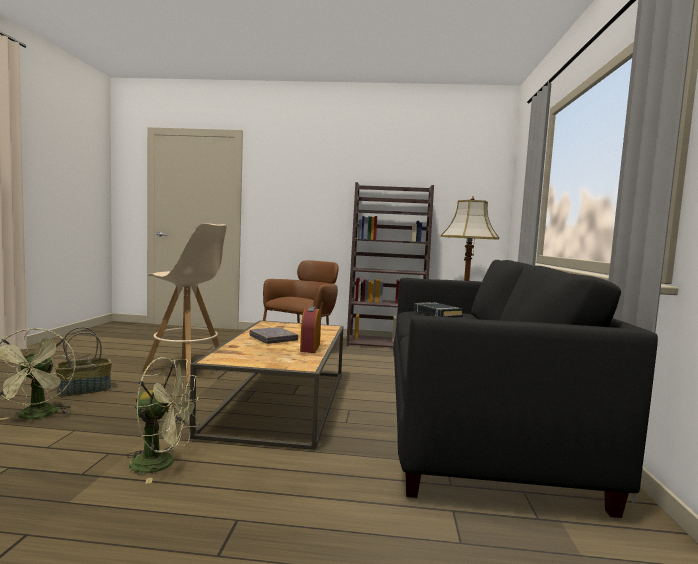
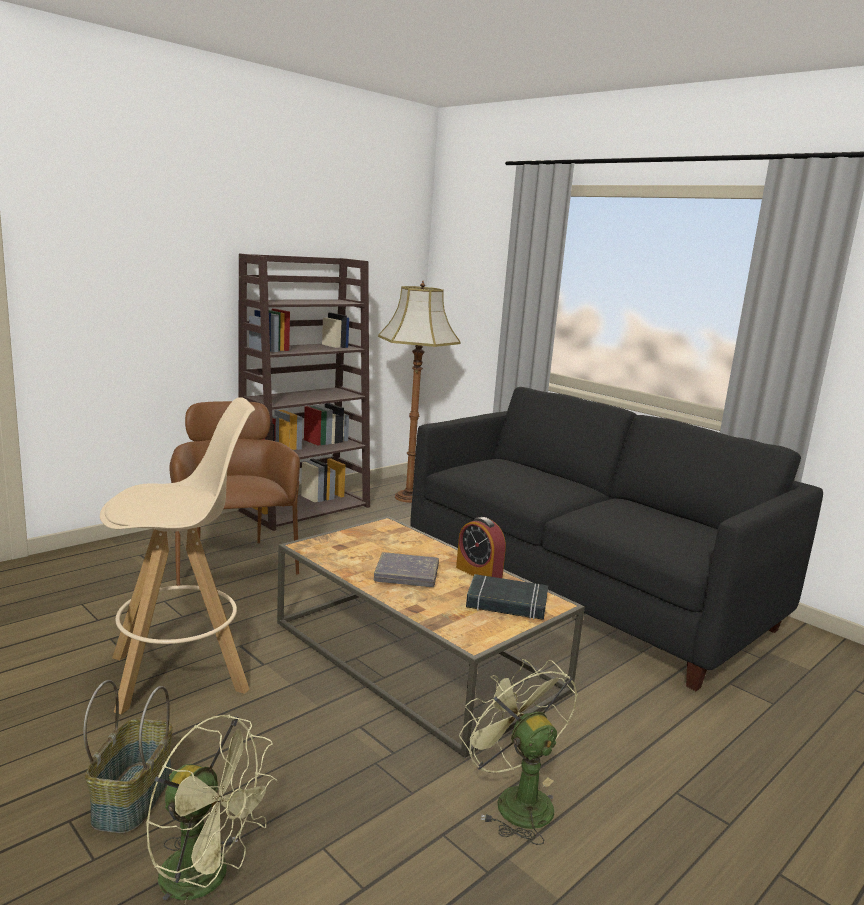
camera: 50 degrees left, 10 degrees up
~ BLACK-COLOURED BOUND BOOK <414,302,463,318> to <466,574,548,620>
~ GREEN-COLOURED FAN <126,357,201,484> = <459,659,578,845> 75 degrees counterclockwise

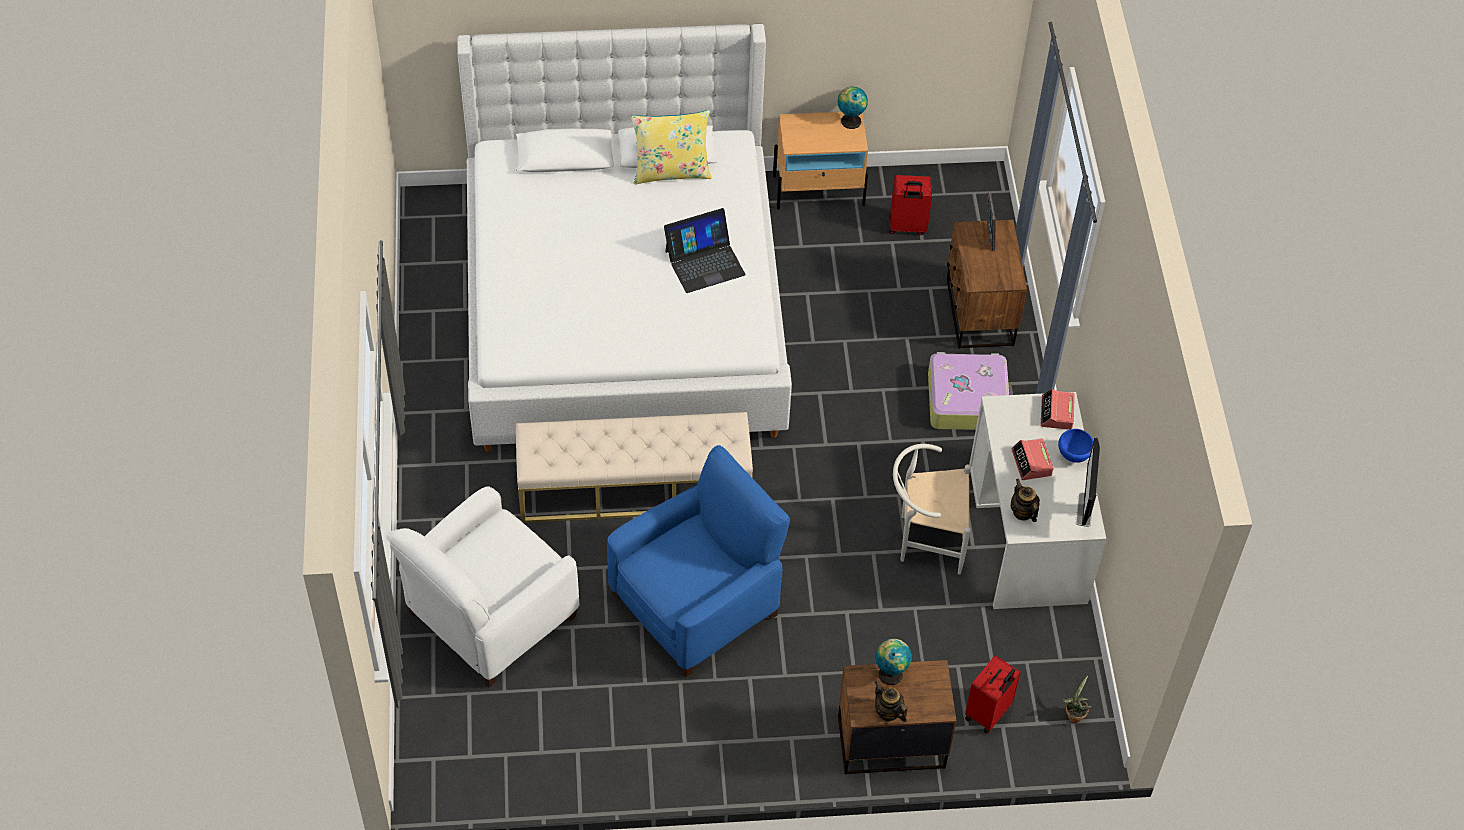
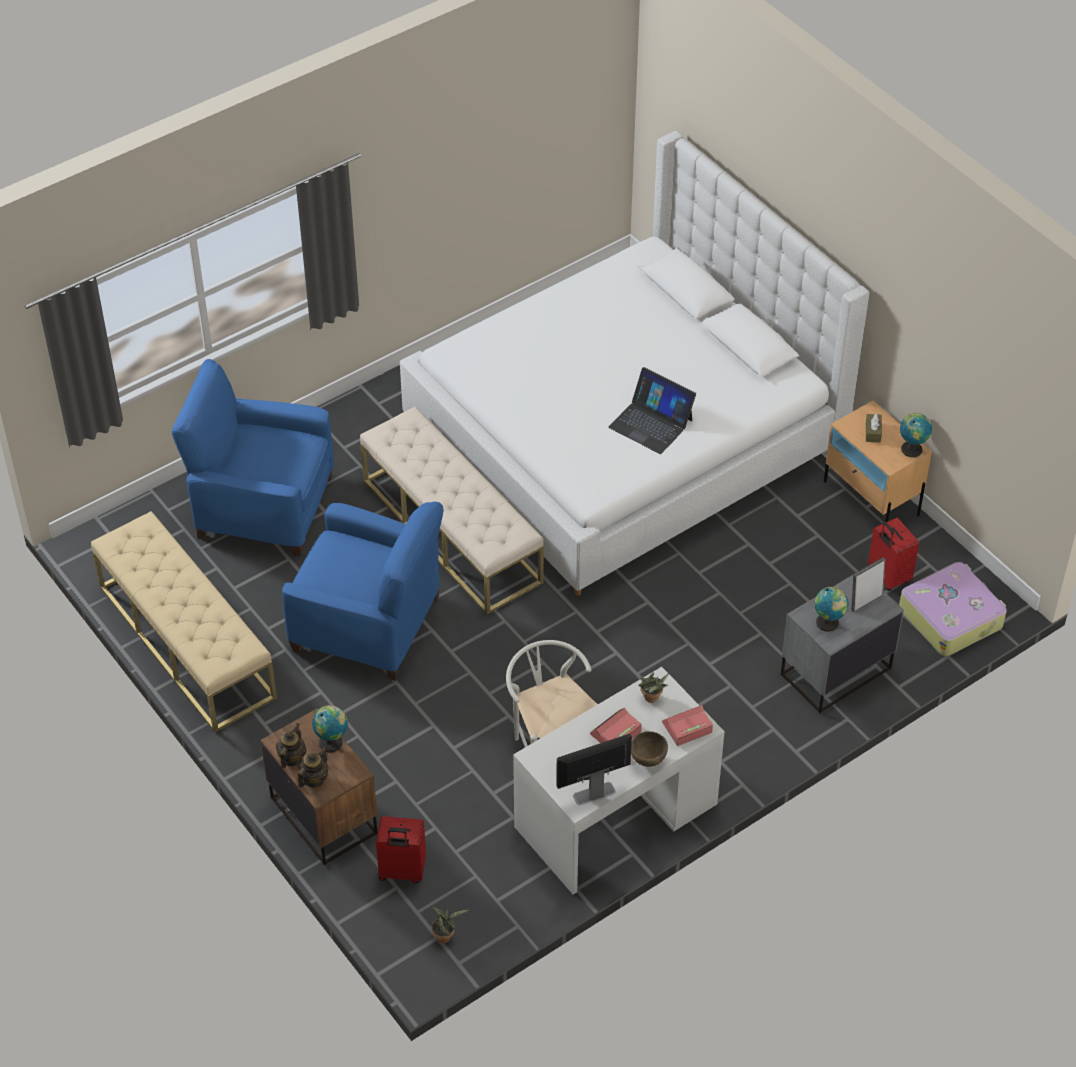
camera: 60 degrees right, 5 degrees down
- YELLOW THROW PILLOW <631,110,712,184>
+ SAND-COLOURED LONG SEAT <91,511,277,733>
+ PLANT IN A POT <638,672,669,703>
+ GLOBE <814,587,849,632>
+ BROWN TISSUE HOLDER <866,414,882,443>
~ SUITCASE <928,352,1009,430> to <899,562,1007,656>
~ TEA POT <1011,479,1040,522> to <298,746,328,788>
~ WHITISH LOUNGE CHAIR <388,486,579,688> to BLUISH LOUNGE CHAIR <172,359,334,556>
~ BROWN NIGHTSTAND <947,220,1027,349> to GRAY NIGHTSTAND <781,575,904,713>
~ BLUISH DEEP DISH <1058,429,1093,463> to BROWN DEEP DISH <631,731,668,767>

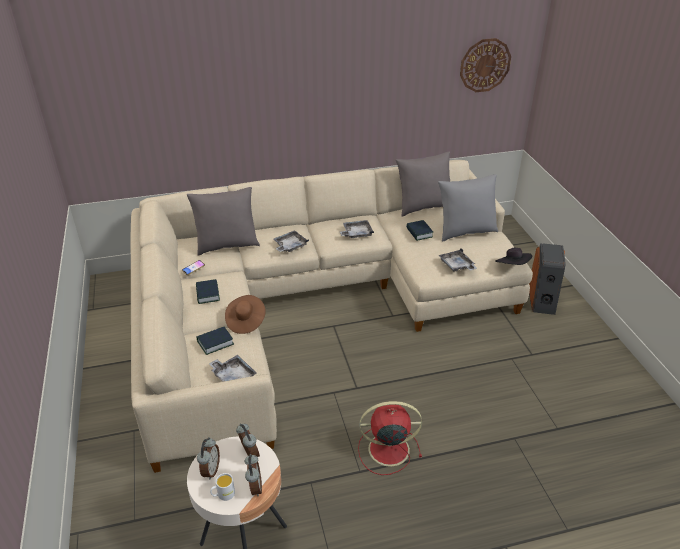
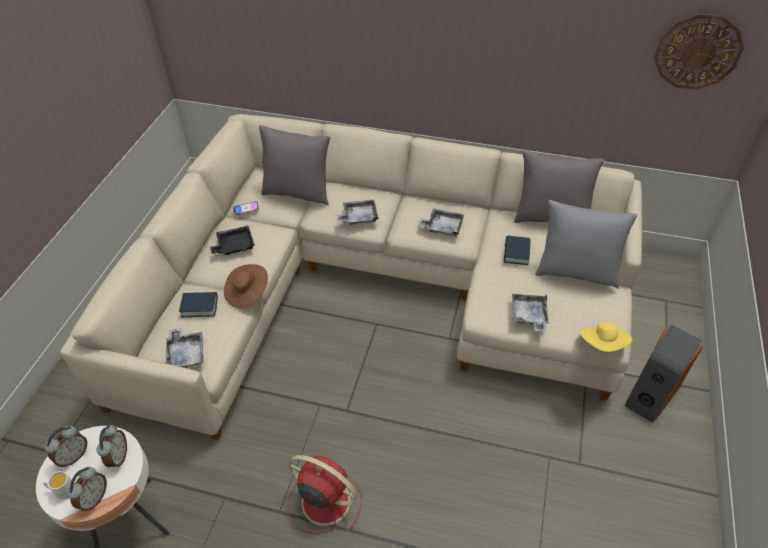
camera: 30 degrees right, 10 degrees up
~ BOUND BOOK <196,279,220,304> to BLACK-COLOURED TRAY <210,226,255,255>
~ BLACK-COLOURED CLOTHING HAT <496,248,532,265> to YELLOW CLOTHING HAT <579,322,632,352>

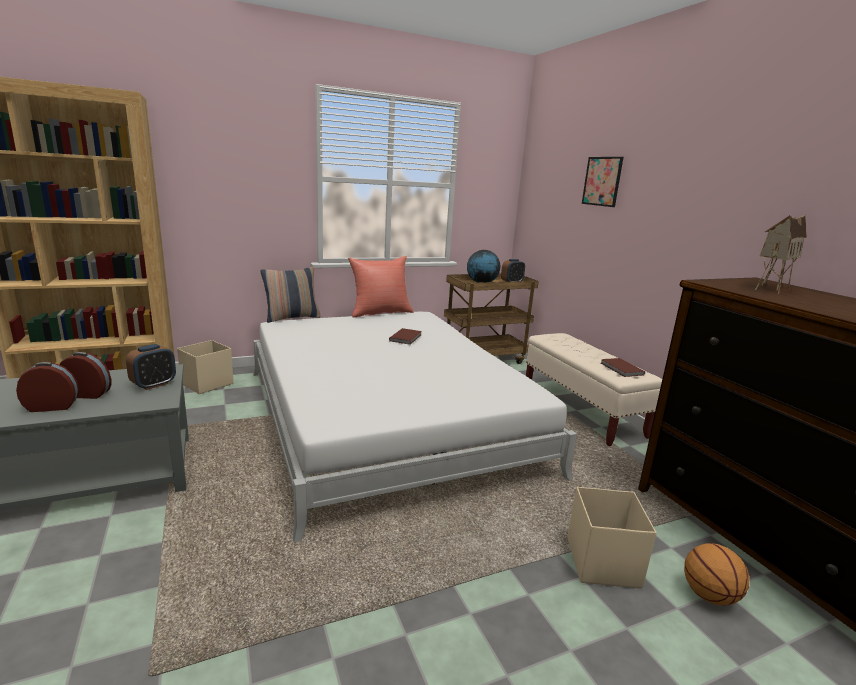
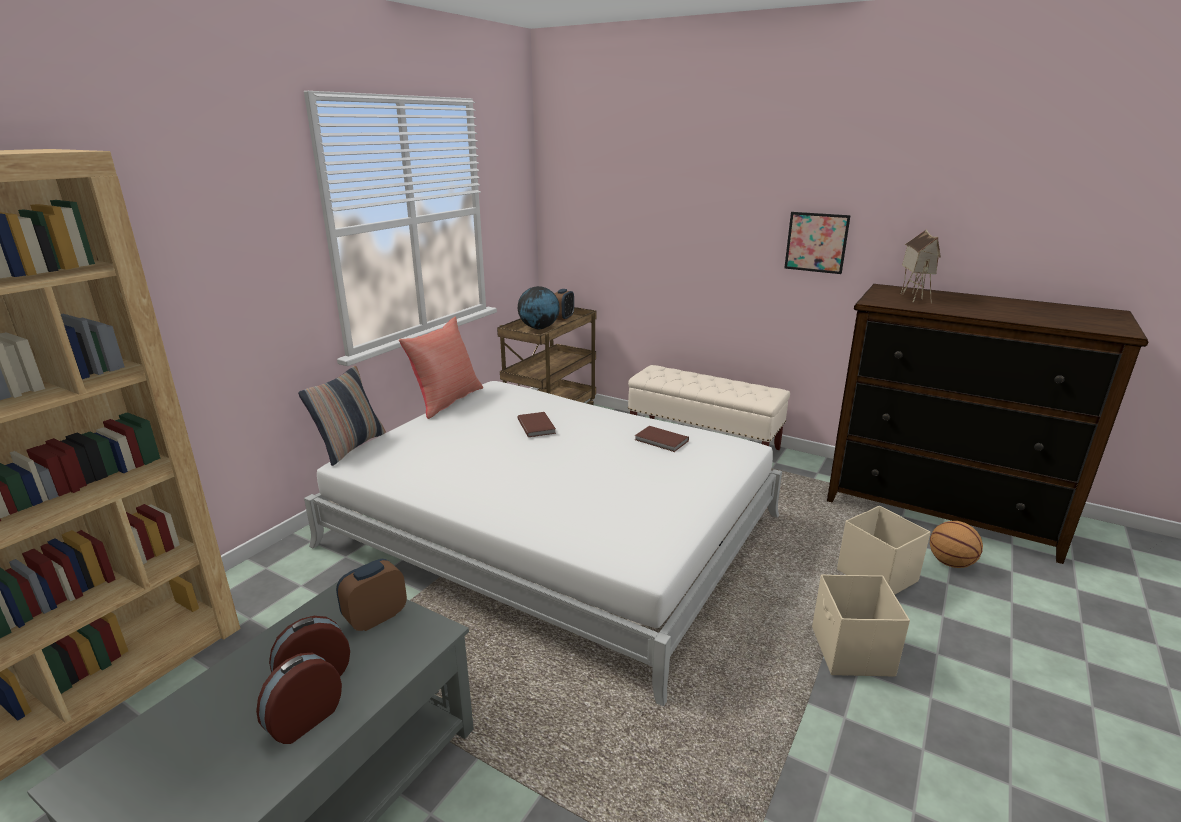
camera: 35 degrees left, 5 degrees up
~ SAND-COLOURED STORAGE CONTAINER <177,340,234,394> to <812,574,910,676>
~ WALL PICTURE <582,157,624,207> to <784,212,851,274>
~ BROWN BOUND BOOK <601,358,645,377> to <635,426,689,452>
~ BEDSIDE CLOCK <126,344,176,390> = <336,559,407,631> 135 degrees counterclockwise

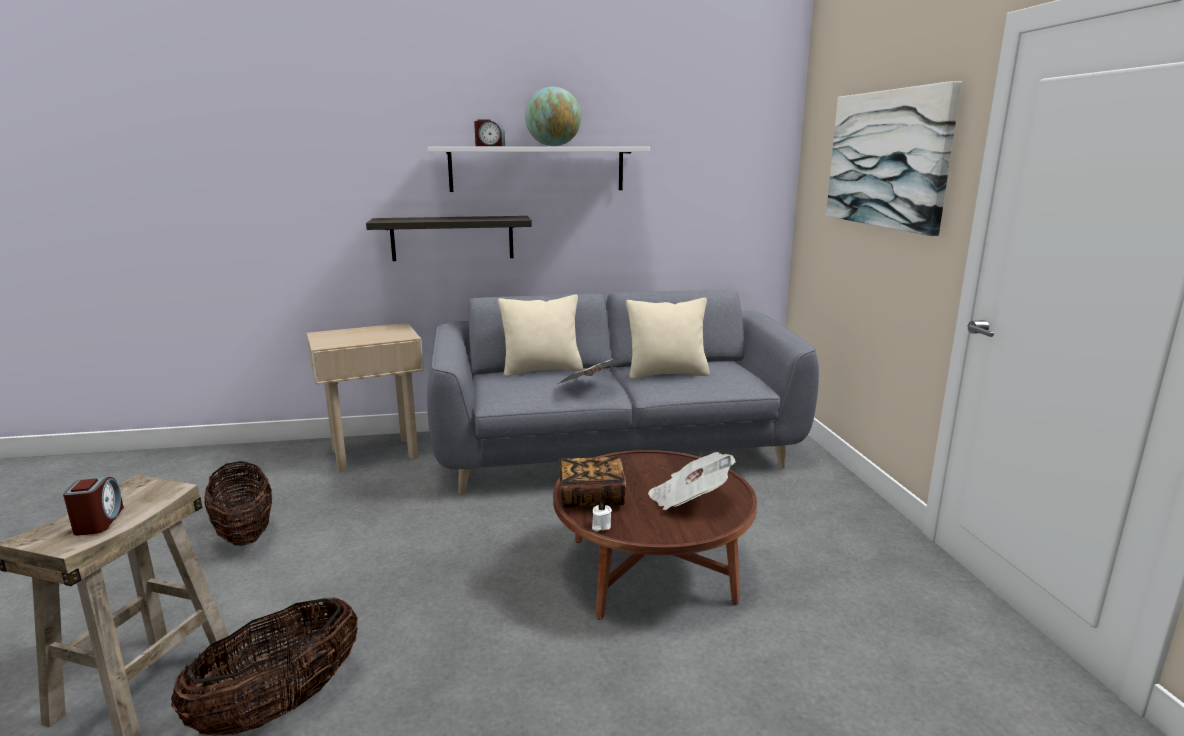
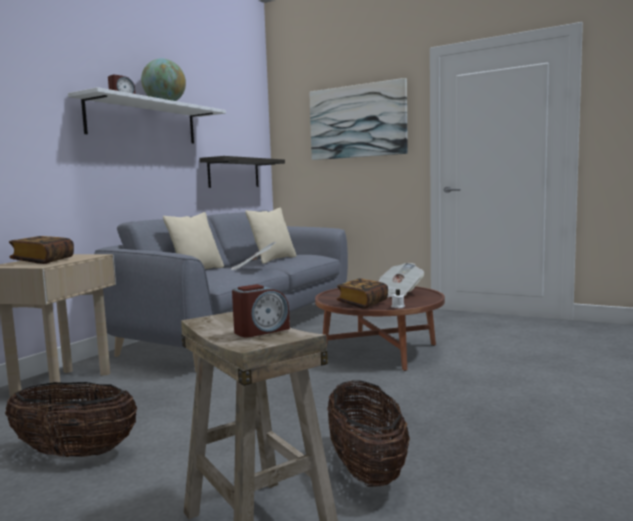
camera: 50 degrees left, 10 degrees down
+ BOUND BOOK <9,236,74,264>
~ WALL SHELF <366,216,532,261> to <199,156,285,188>
~ BEDSIDE CLOCK <63,477,124,536> = <232,284,290,338> 120 degrees clockwise

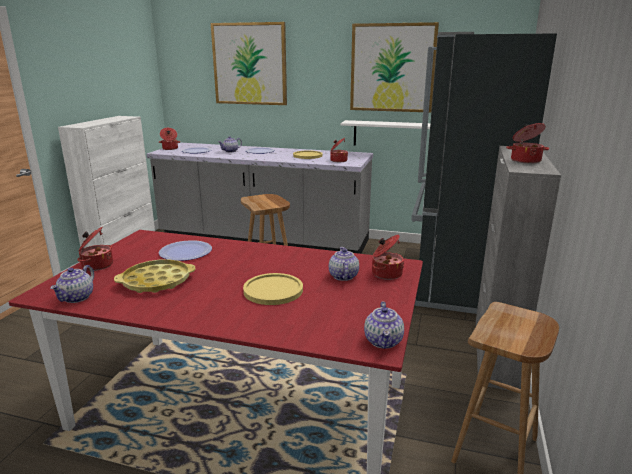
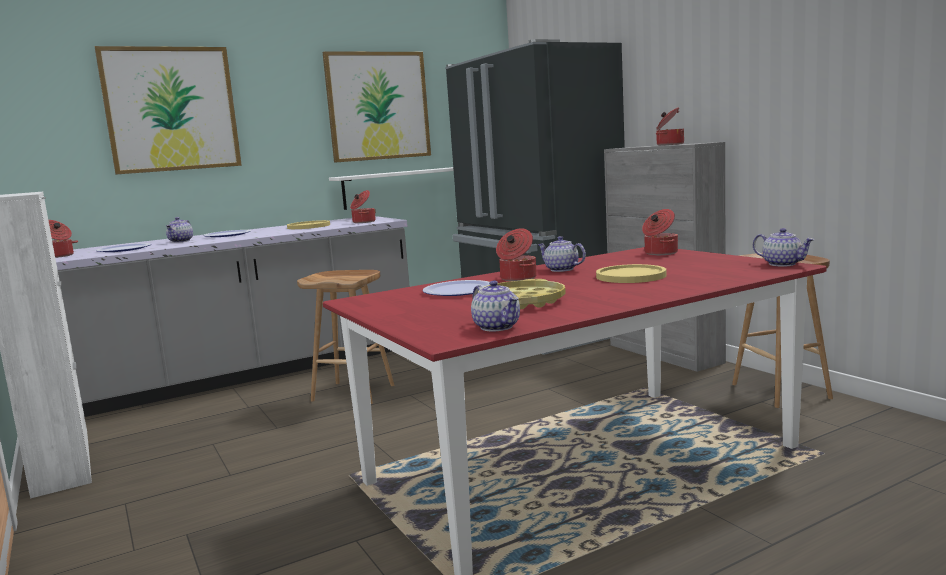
camera: 45 degrees left, 10 degrees down
~ COOKING POT <77,227,113,271> to <496,228,537,281>
~ TEA POT <329,247,359,281> to <538,236,586,272>

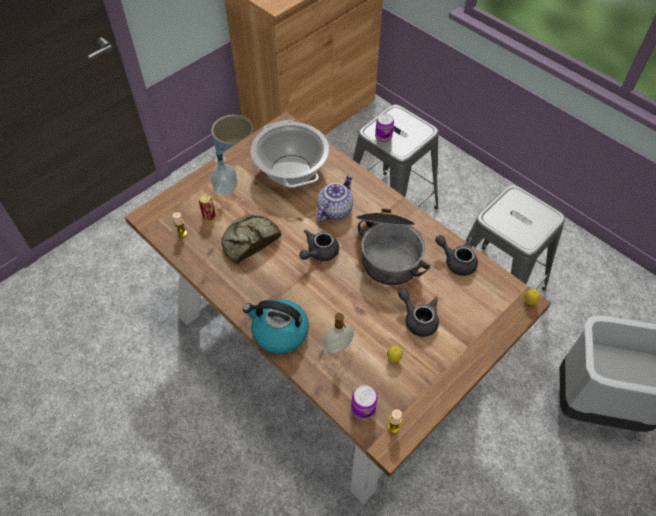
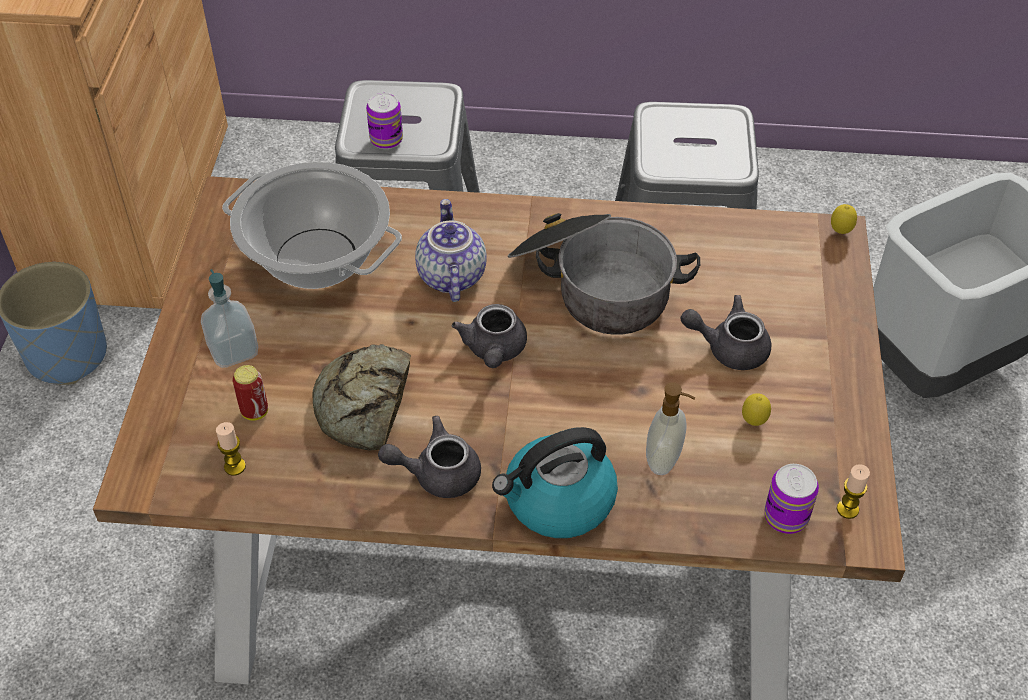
camera: 40 degrees left, 5 degrees down
~ GRAY TEA POT <435,235,478,276> to <378,416,481,498>

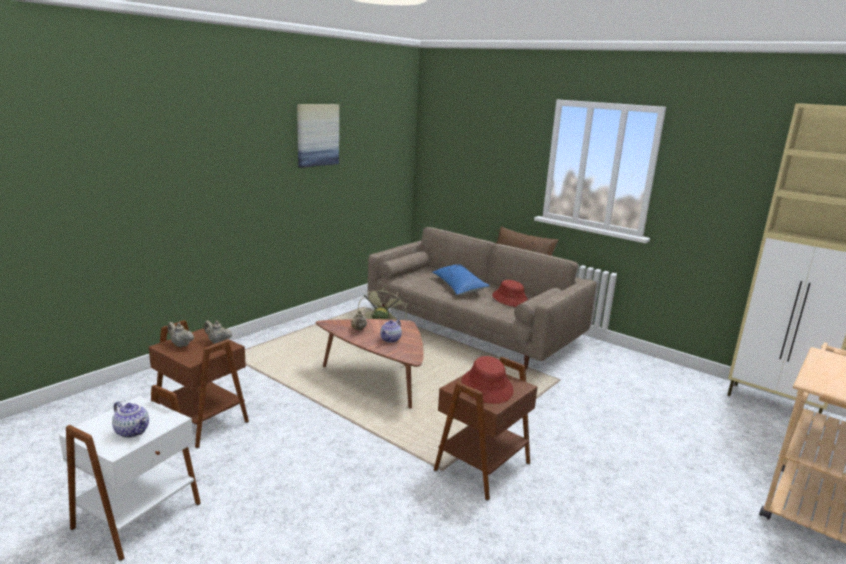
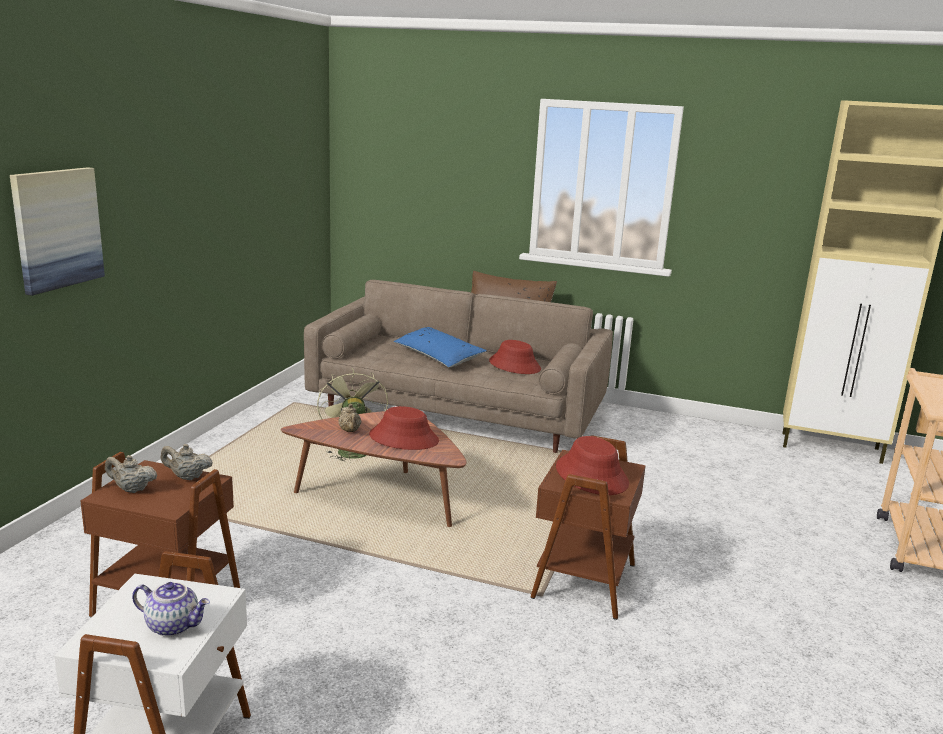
camera: 20 degrees left, 0 degrees up
~ WALL PICTURE <297,104,339,168> to <10,167,105,296>
~ TEA POT <380,320,402,343> to RED CLOTHING HAT <369,406,439,450>

